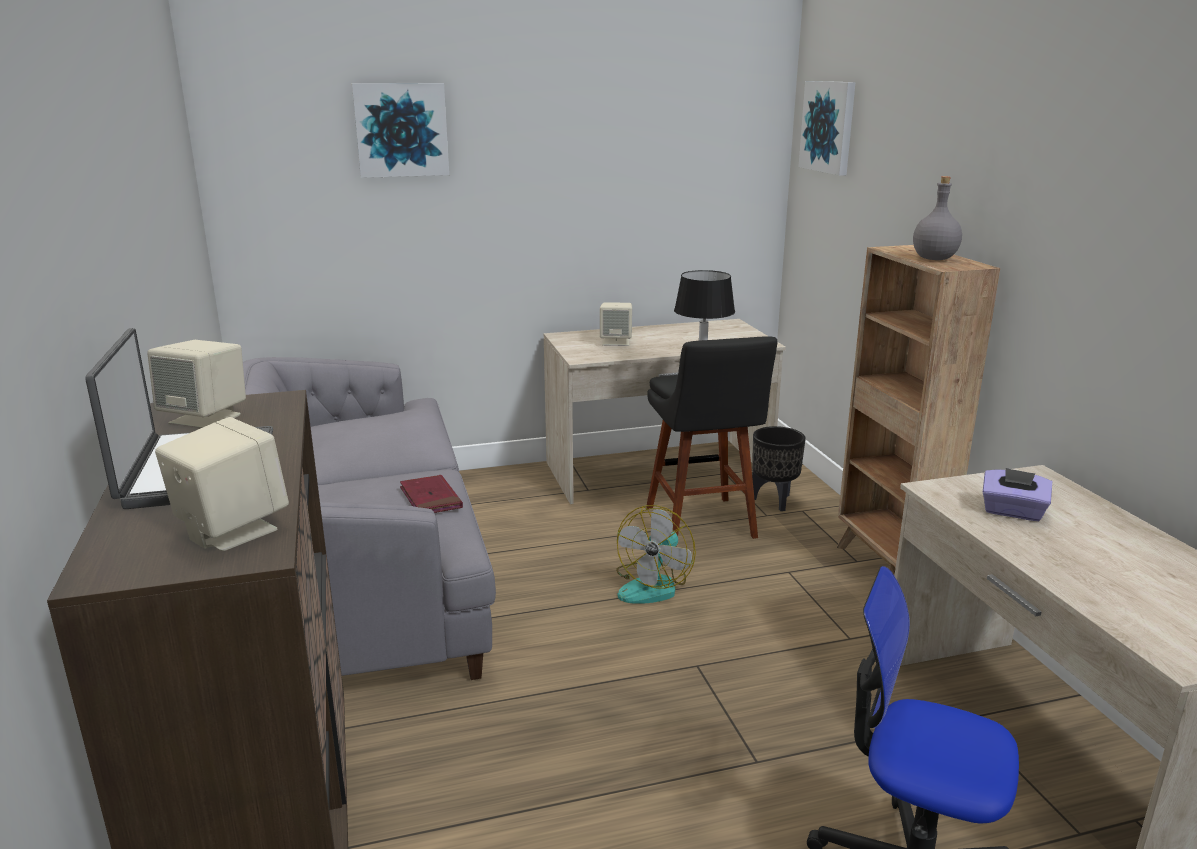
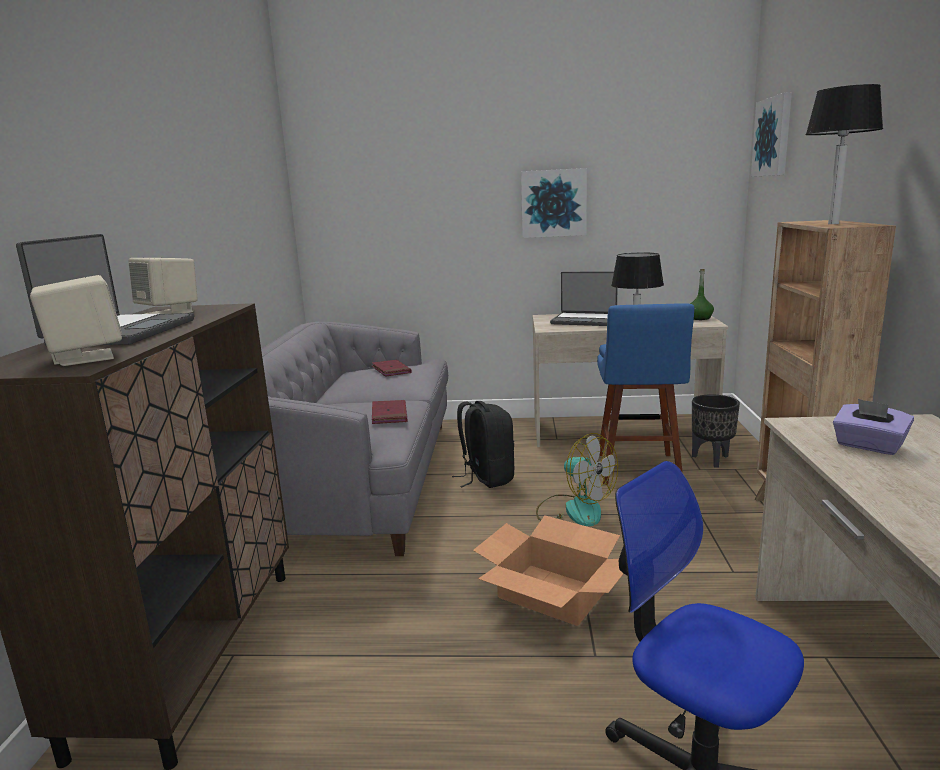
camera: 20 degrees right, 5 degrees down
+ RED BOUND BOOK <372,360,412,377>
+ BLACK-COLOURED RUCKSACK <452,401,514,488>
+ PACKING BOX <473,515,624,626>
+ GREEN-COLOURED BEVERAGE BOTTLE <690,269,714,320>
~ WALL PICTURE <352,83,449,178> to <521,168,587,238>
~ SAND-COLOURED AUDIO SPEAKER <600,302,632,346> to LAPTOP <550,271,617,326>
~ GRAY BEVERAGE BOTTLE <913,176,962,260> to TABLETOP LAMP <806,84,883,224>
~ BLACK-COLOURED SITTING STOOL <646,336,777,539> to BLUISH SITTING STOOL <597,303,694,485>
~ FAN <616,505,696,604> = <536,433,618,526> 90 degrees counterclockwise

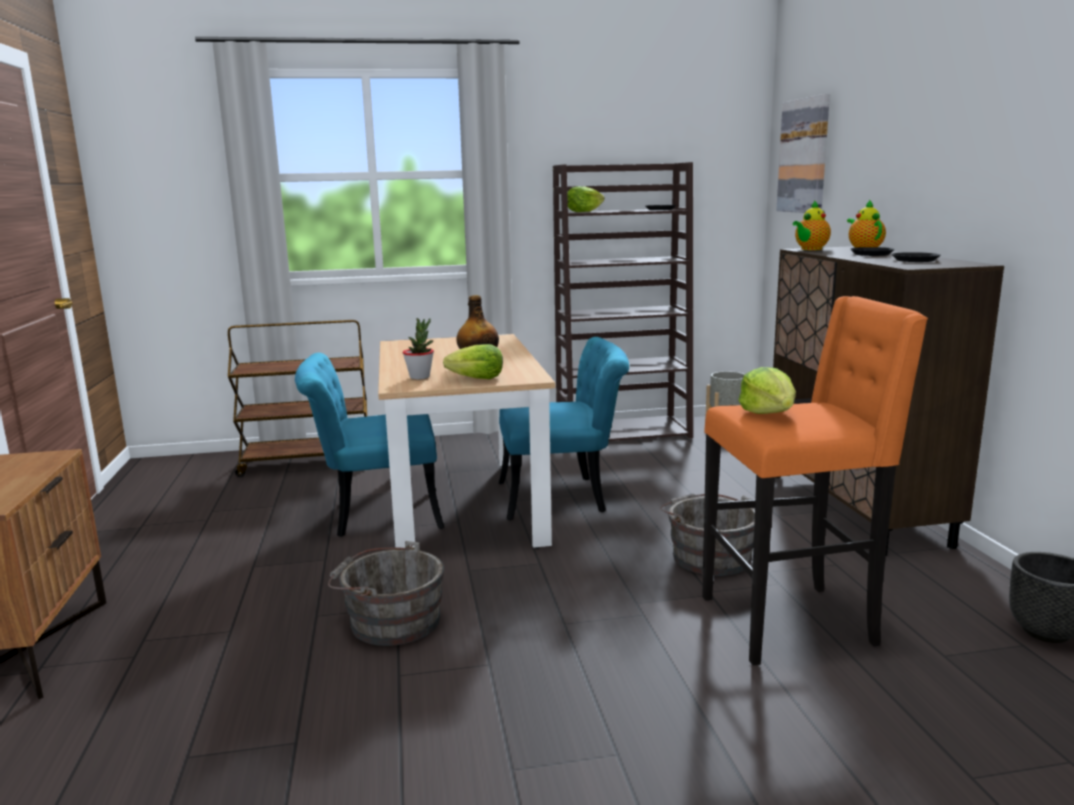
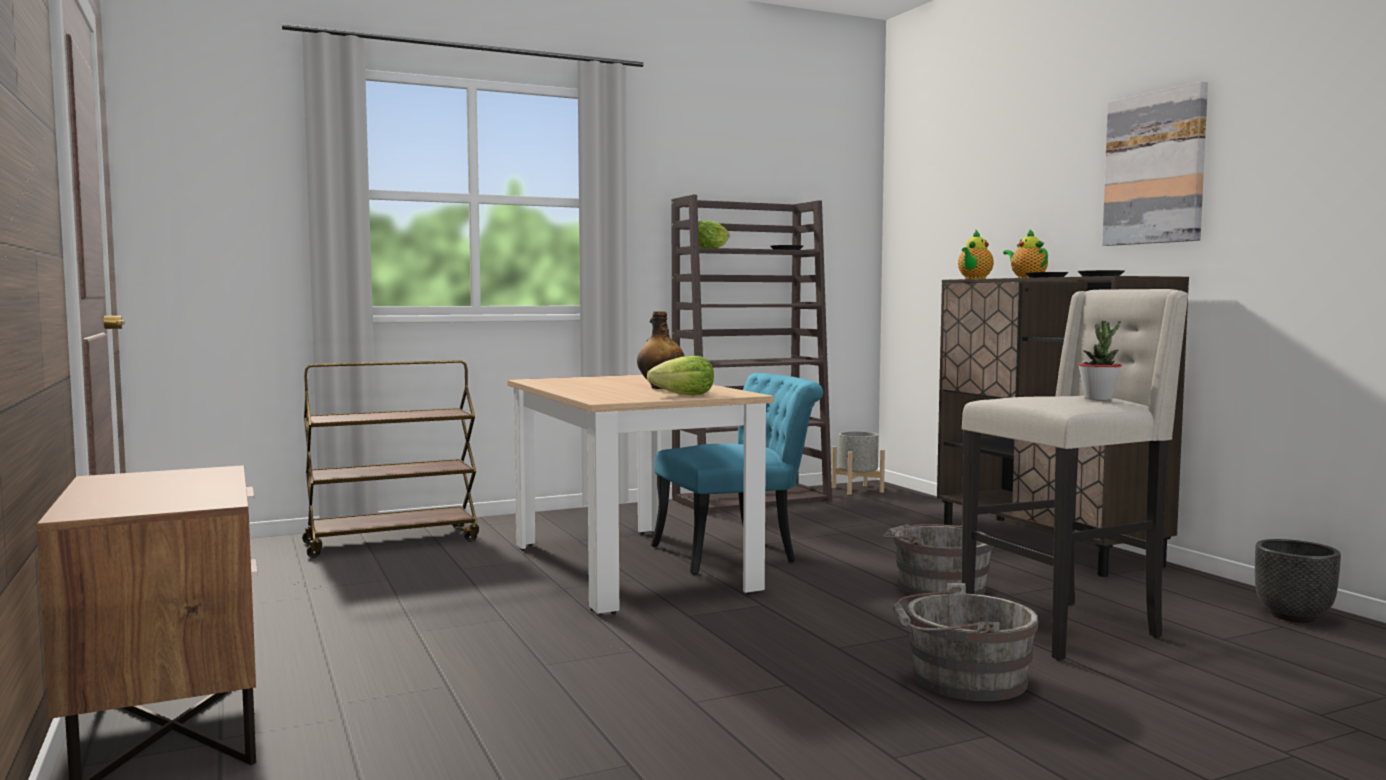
camera: 15 degrees left, 10 degrees down
- BLUE-GREEN UPRIGHT CHAIR <295,353,444,537>
- LETTUCE HEAD <738,367,796,414>
~ GRAY WATER BUCKET <328,541,444,646> to <893,583,1039,701>
~ PLANT IN A POT <403,318,434,380> to <1078,321,1122,400>
~ WALL PICTURE <776,94,830,213> to <1102,82,1208,246>
~ ORANGEY SITTING STOOL <702,296,928,665> to SAND-COLOURED SITTING STOOL <962,289,1189,661>

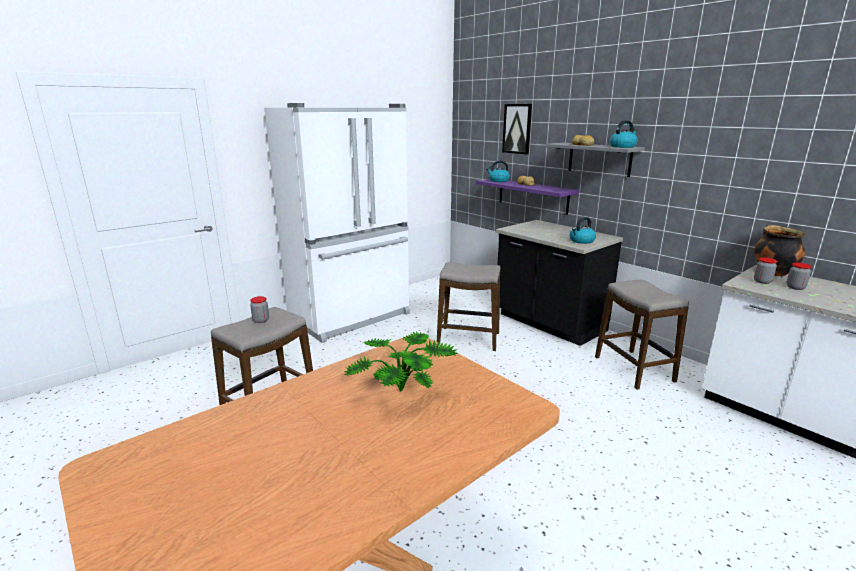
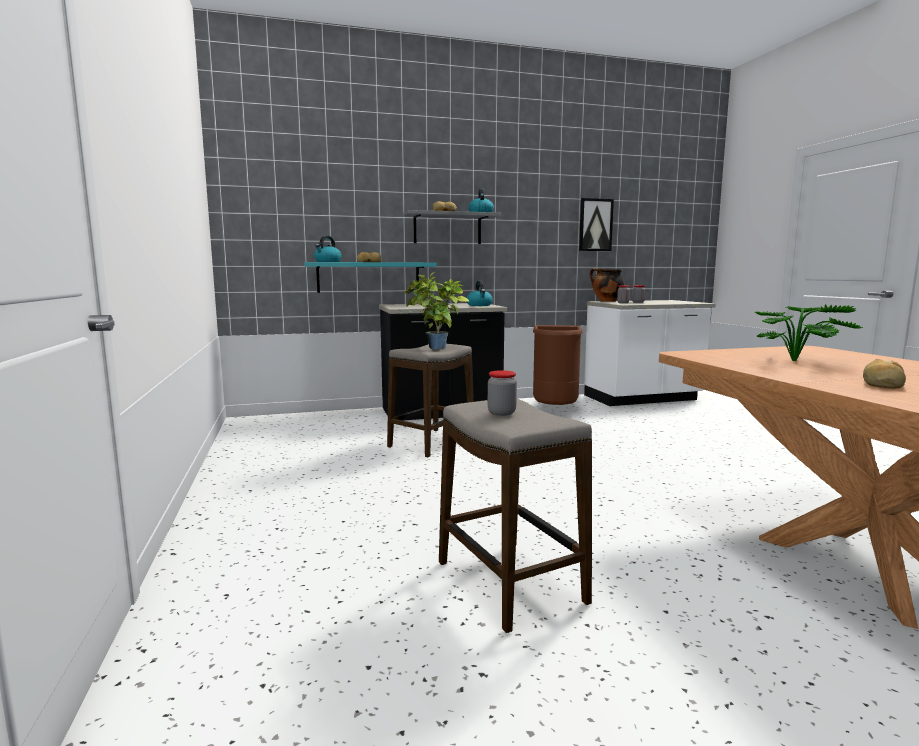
camera: 65 degrees left, 10 degrees down
- WHITISH KITCHEN FRIDGE <264,103,410,343>
+ PLANT IN A POT <404,272,470,350>
+ BREAD <863,359,906,388>
~ WALL PICTURE <502,104,532,154> to <579,198,614,251>
~ SITTING STOOL <595,280,689,390> to BROWN WASTE BIN <533,325,583,405>
~ PURPLE-COLOURED WALL SHELF <476,179,579,215> to BLUE-GREEN WALL SHELF <304,262,437,293>

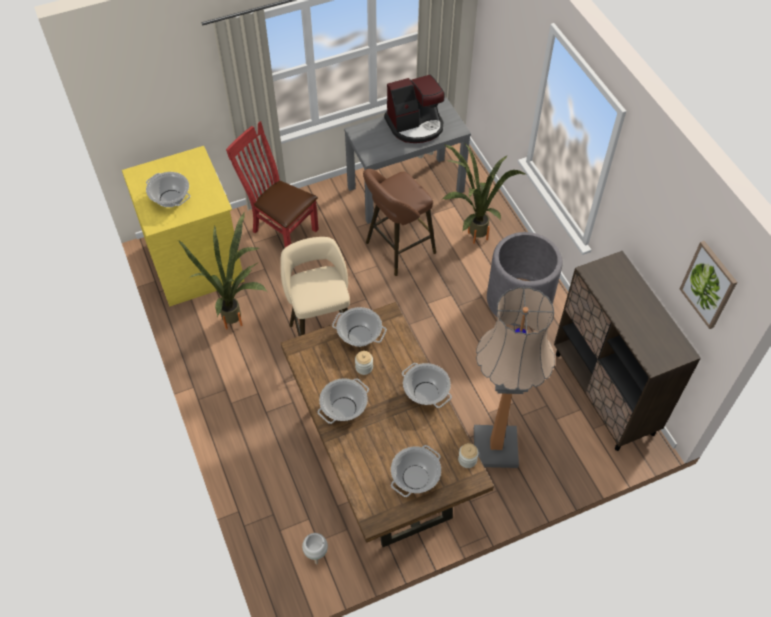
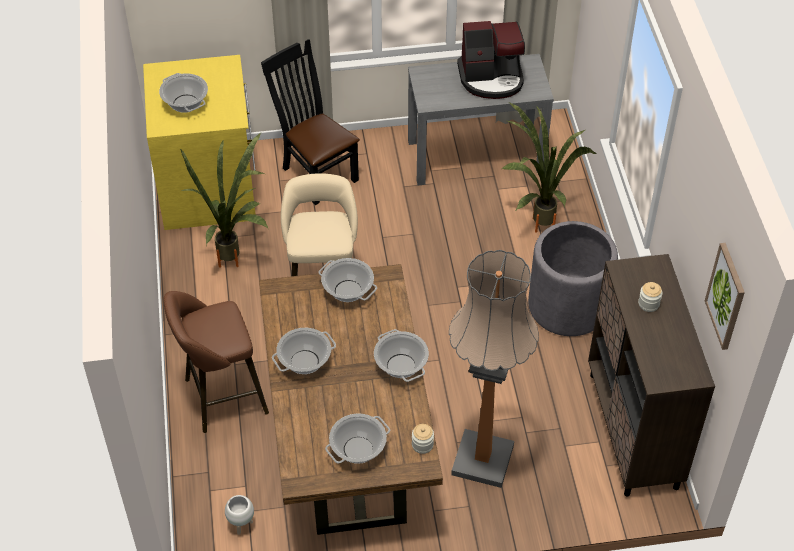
camera: 15 degrees right, 5 degrees down
~ PRESERVE JAR <355,351,373,375> to <638,282,662,312>
~ BROWN SITTING STOOL <363,169,436,276> to <163,291,269,433>
~ RED UPRIGHT CHAIR <226,121,319,247> to BLACK-COLOURED UPRIGHT CHAIR <261,39,360,205>

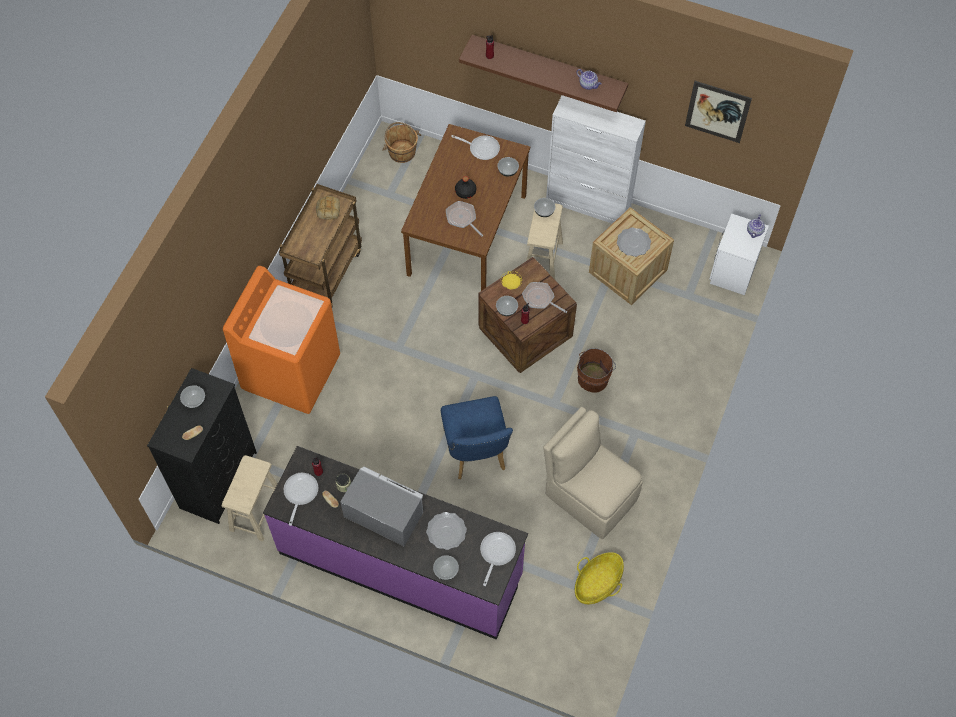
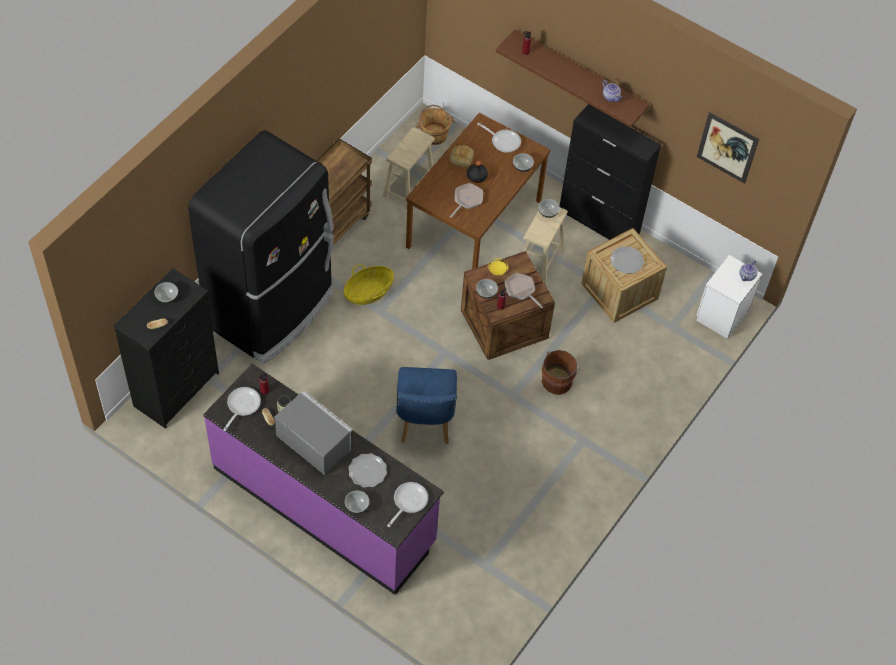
camera: 10 degrees right, 5 degrees down
- SAND-COLOURED UPRIGHT CHAIR <543,407,642,539>
~ SAND-COLOURED SITTING STOOL <222,455,278,542> to <383,127,435,209>
~ BREAD <316,196,340,219> to <450,145,474,168>
~ HOUSEHOLD BASKET <575,552,624,604> to <344,264,394,305>
~ ORANGEY WASHING MACHINE <223,266,340,414> to BLACK-COLOURED KITCHEN FRIDGE <188,130,334,364>
~ WHITISH STORAGE CABINET <546,95,646,224> to BLACK-COLOURED STORAGE CABINET <559,104,661,240>
~ FRYING PAN <446,201,483,237> = <450,183,483,218> 60 degrees clockwise

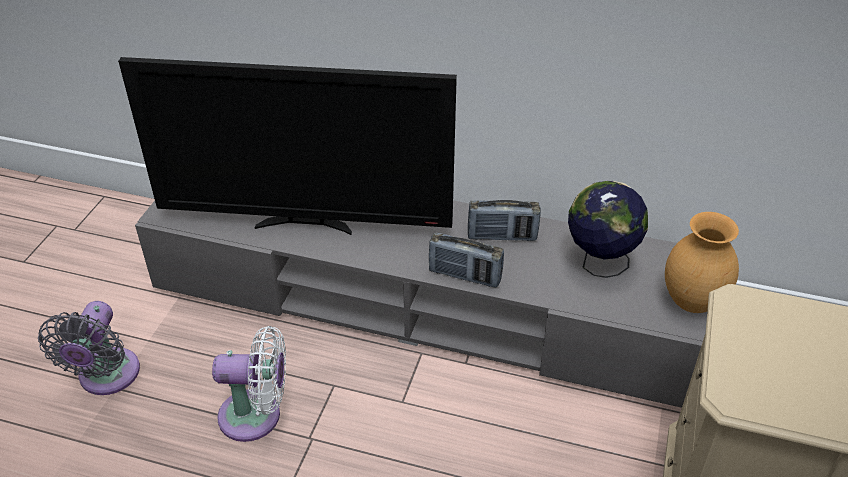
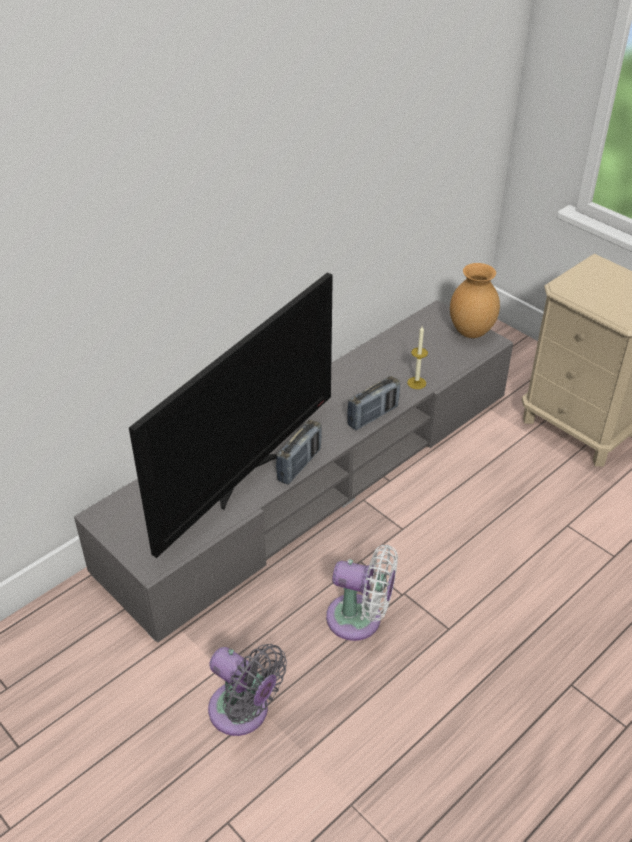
camera: 60 degrees left, 0 degrees up
- GLOBE <568,181,648,278>
+ WAX LIGHT <407,326,428,389>
~ RADIO <468,200,541,241> to <276,420,322,485>
~ WHITISH FAN <212,326,286,442> = <326,545,398,641> 75 degrees clockwise

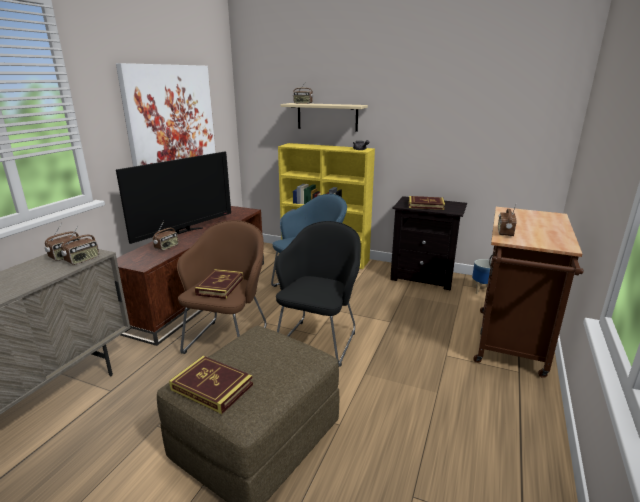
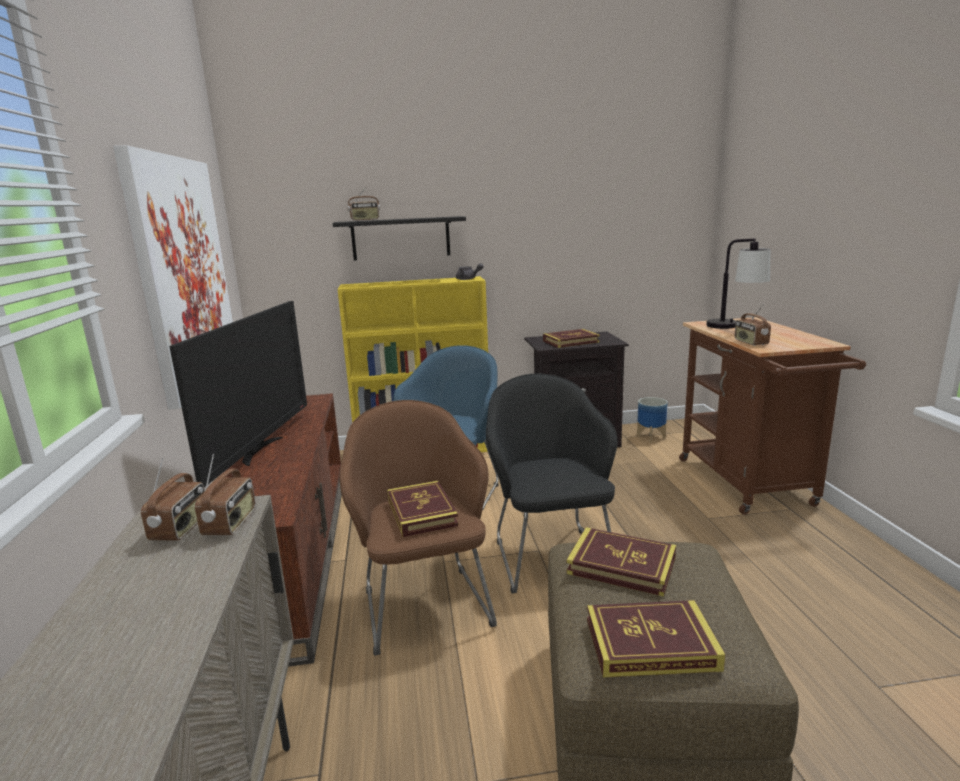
camera: 30 degrees left, 5 degrees down
- RADIO <153,221,179,251>
+ BOUND BOOK <567,527,676,597>
+ TABLETOP LAMP <706,238,770,329>
~ SAND-COLOURED WALL SHELF <281,103,368,132> to BLACK-COLOURED WALL SHELF <333,216,466,260>

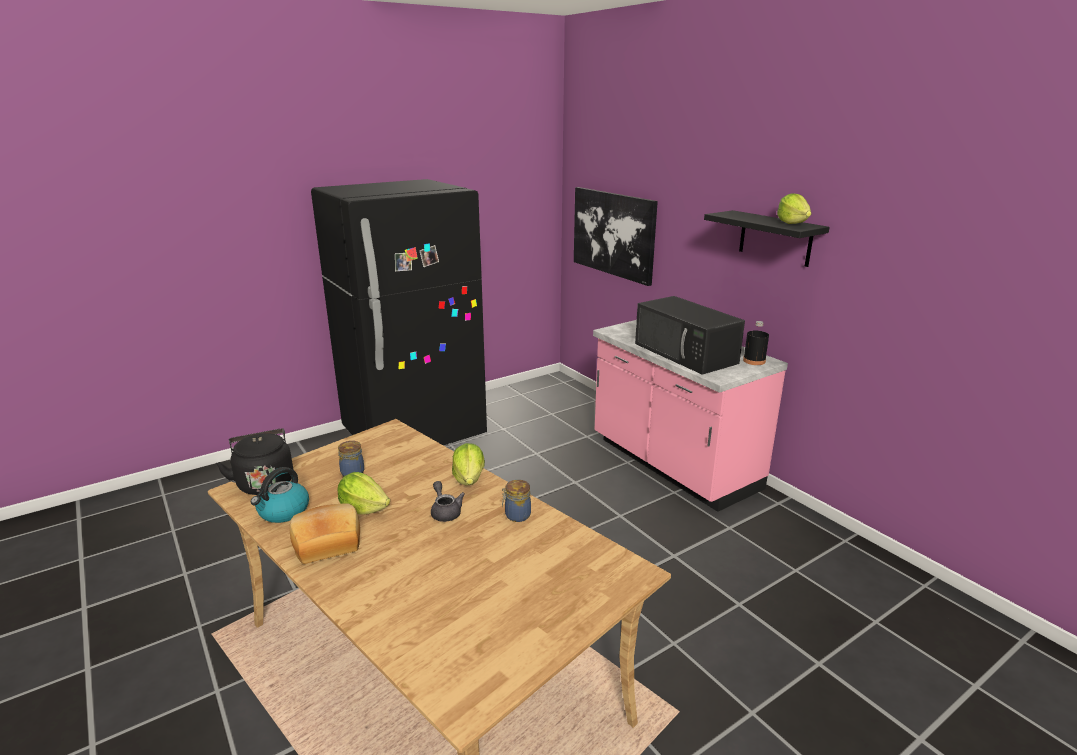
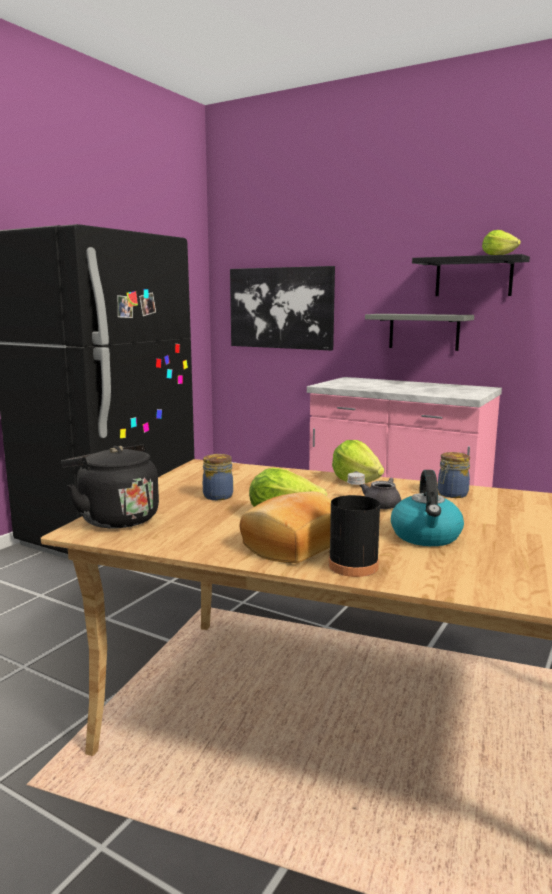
camera: 25 degrees left, 10 degrees down
- BLACK-COLOURED KITCHEN MICROWAVE <635,296,745,375>
+ GRAY WALL SHELF <365,314,474,351>
~ WATER KETTLE <251,467,309,523> to <391,470,464,546>
~ BLACK-COLOURED BEVERAGE BOTTLE <743,321,769,365> to <329,472,380,577>

